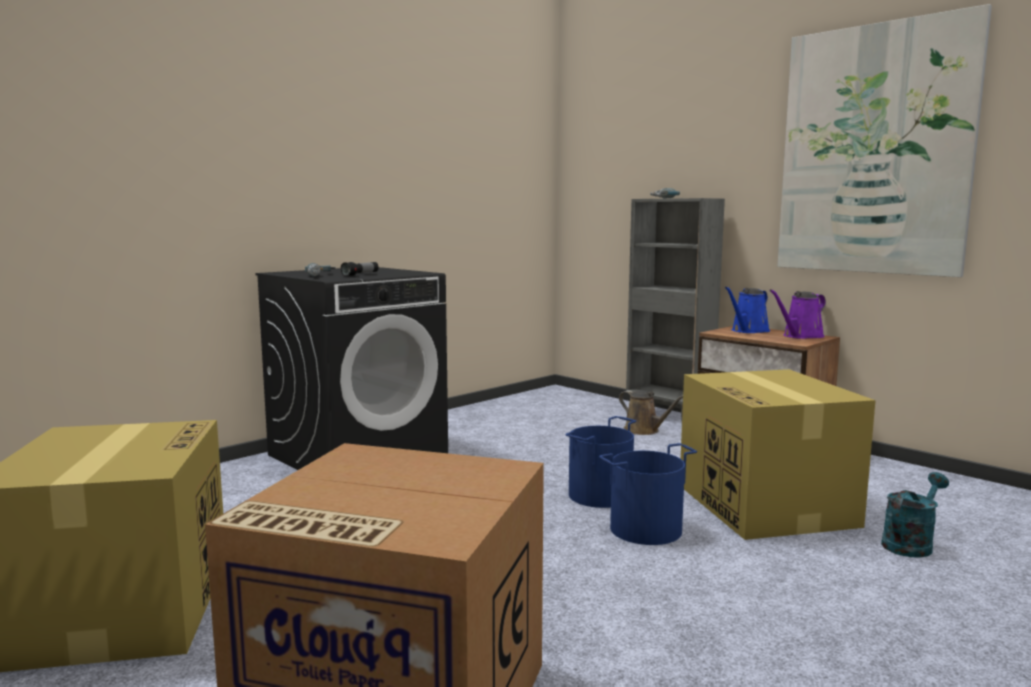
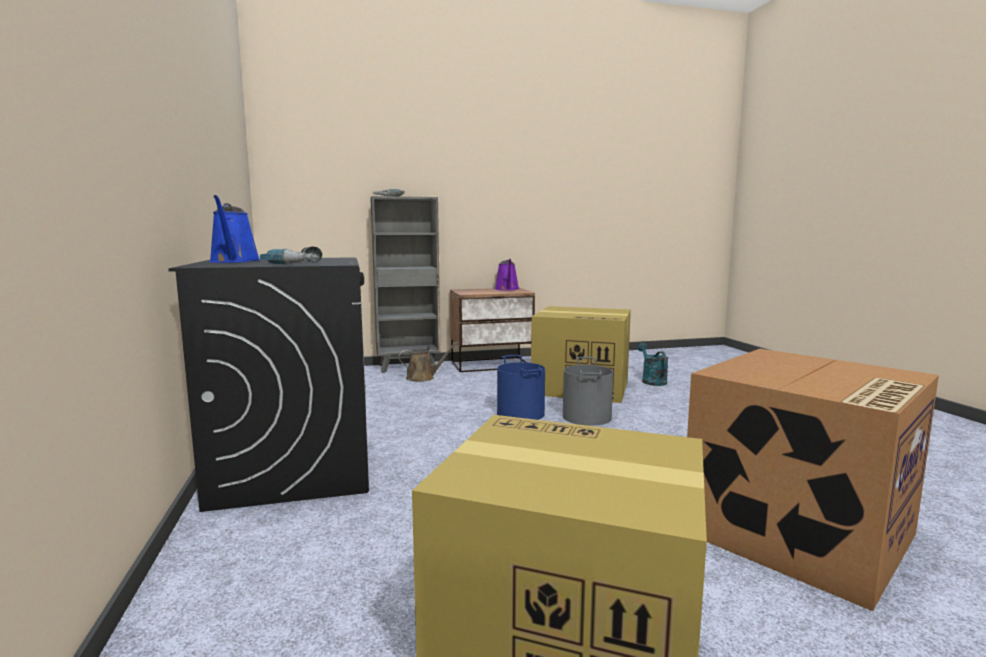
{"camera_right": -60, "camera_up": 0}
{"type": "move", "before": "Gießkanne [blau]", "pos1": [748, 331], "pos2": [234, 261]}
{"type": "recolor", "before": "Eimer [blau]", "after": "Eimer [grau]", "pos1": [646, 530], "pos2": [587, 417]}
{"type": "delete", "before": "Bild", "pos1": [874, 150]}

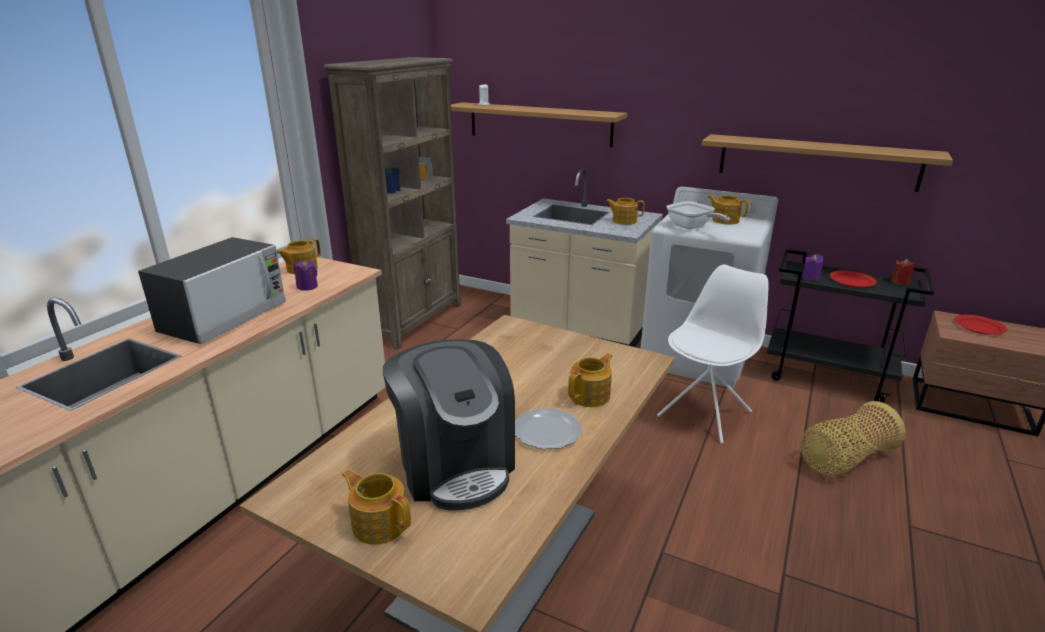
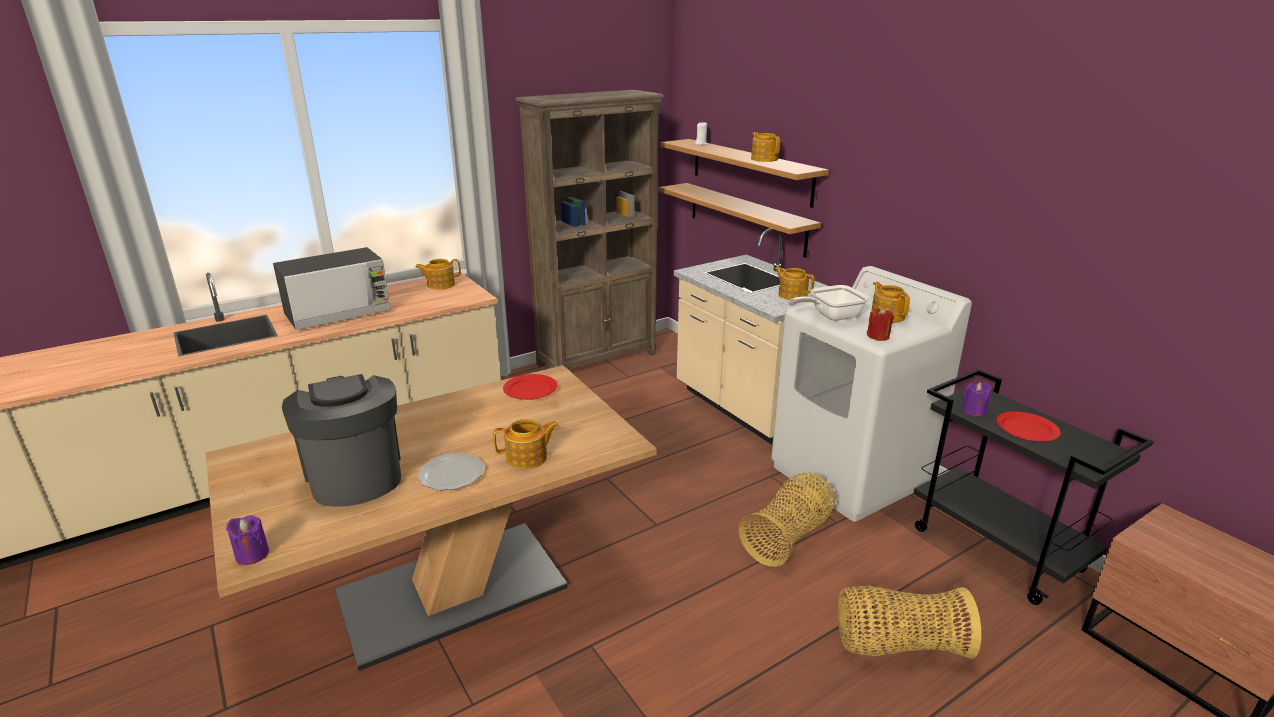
{"camera_right": 30, "camera_up": 0}
{"type": "move", "before": "Kerze [lila]", "pos1": [307, 287], "pos2": [252, 554]}
{"type": "rotate", "before": "Kaffeemaschine", "pos1": [455, 464], "pos2": [355, 475], "turn": 150}
{"type": "move", "before": "Teller [rot]", "pos1": [978, 326], "pos2": [530, 389]}
{"type": "move", "before": "Wandregal", "pos1": [816, 162], "pos2": [746, 218]}
{"type": "replace", "before": "Stuhl [weiß]", "after": "Korb", "pos1": [705, 413], "pos2": [788, 537]}
{"type": "move", "before": "Teekanne", "pos1": [379, 523], "pos2": [764, 159]}
{"type": "rotate", "before": "Pfanne", "pos1": [691, 227], "pos2": [830, 316], "turn": 75}
{"type": "move", "before": "Kerze [rot]", "pos1": [900, 282], "pos2": [878, 336]}

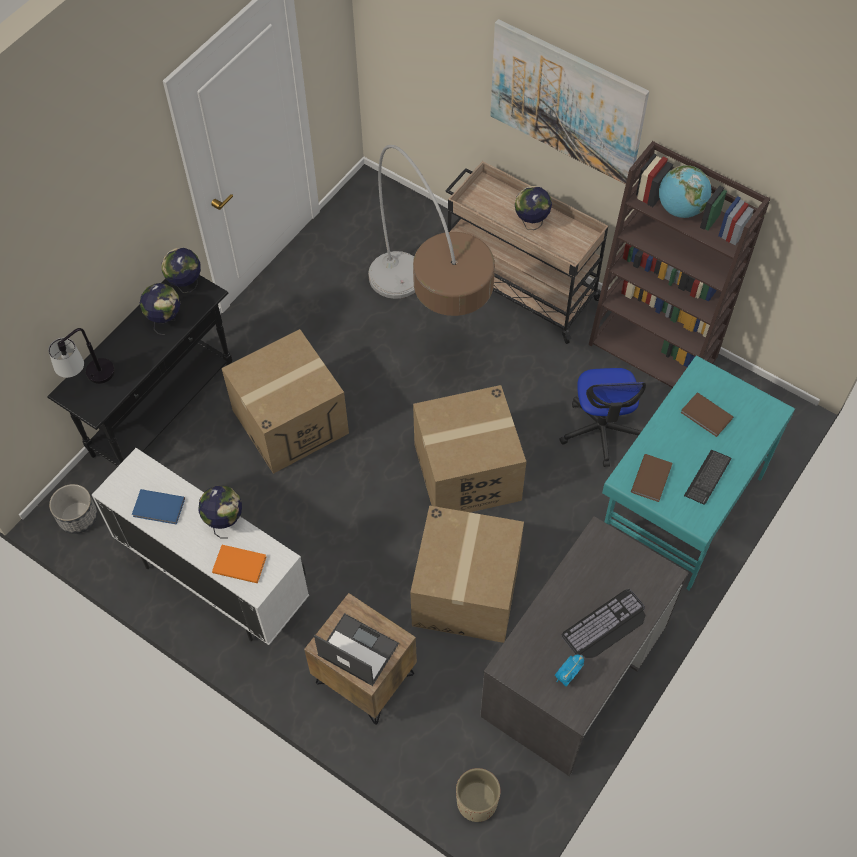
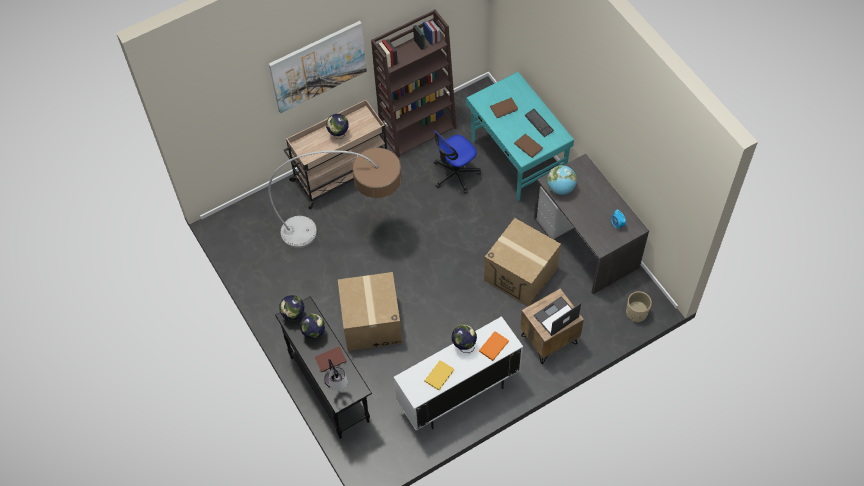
{"camera_right": -65, "camera_up": 0}
{"type": "insert", "after": "Buch [braun]", "pos2": [330, 359]}
{"type": "recolor", "before": "Buch [blau]", "after": "Buch [gelb]", "pos1": [159, 508], "pos2": [440, 376]}
{"type": "rotate", "before": "Bürostuhl", "pos1": [601, 431], "pos2": [455, 174], "turn": 120}
{"type": "move", "before": "Globus", "pos1": [680, 209], "pos2": [561, 188]}
{"type": "delete", "before": "Pflanzkübel", "pos1": [78, 517]}
{"type": "delete", "before": "Karton", "pos1": [467, 472]}
{"type": "delete", "before": "Tastatur", "pos1": [606, 626]}

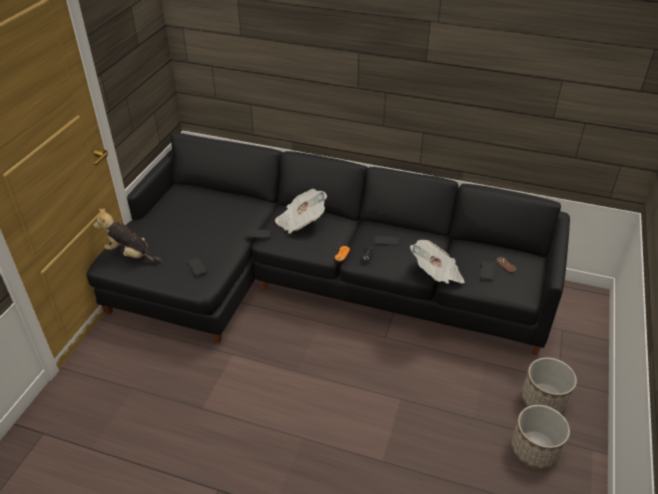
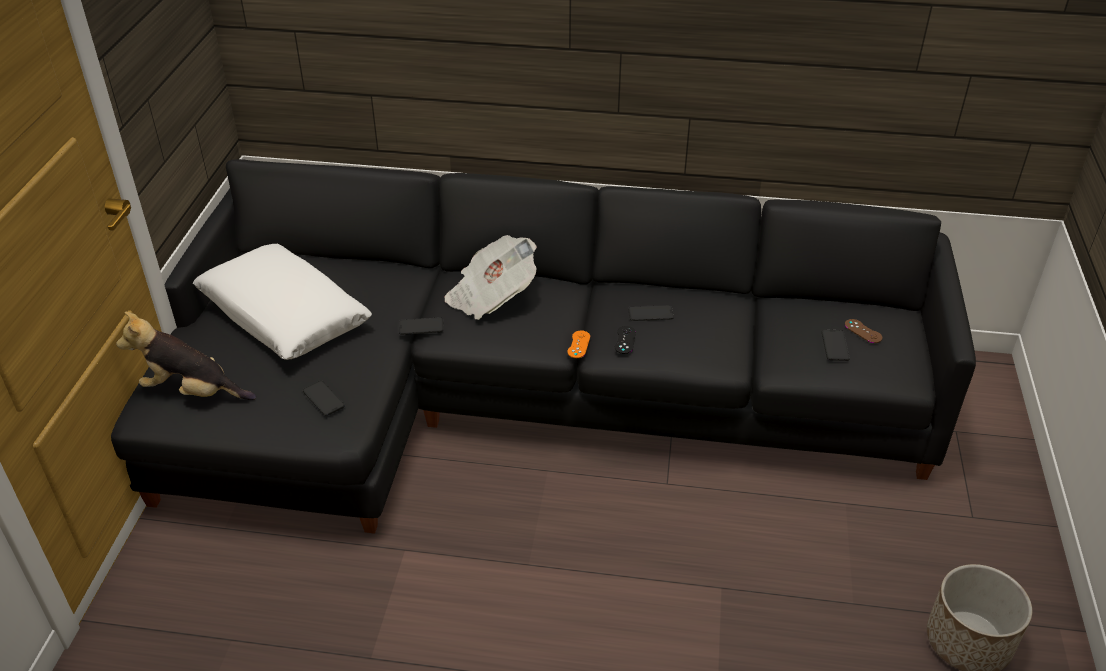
{"camera_right": -10, "camera_up": 0}
{"type": "insert", "after": "Kissen [weiß]", "pos2": [283, 315]}
{"type": "delete", "before": "Zeitung", "pos1": [436, 274]}
{"type": "delete", "before": "Pflanzkübel", "pos1": [544, 400]}

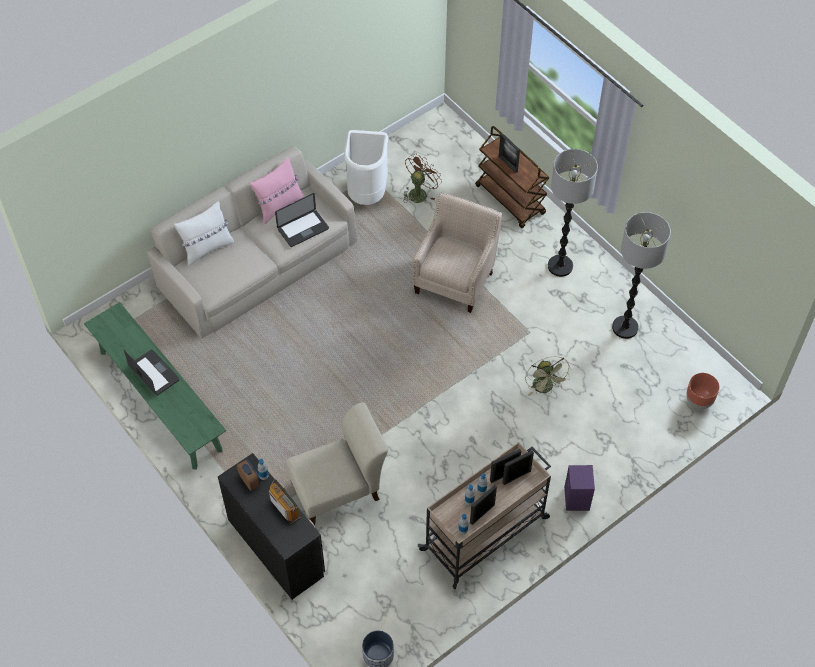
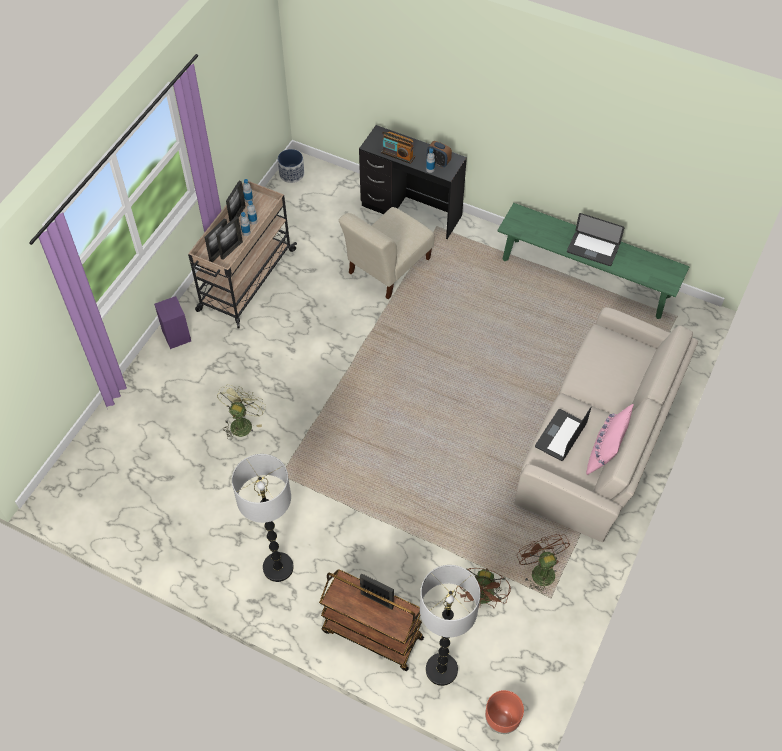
{"camera_right": 155, "camera_up": 0}
{"type": "rotate", "before": "Ventilator [grün]", "pos1": [545, 388], "pos2": [242, 423], "turn": 60}
{"type": "move", "before": "Stehlampe", "pos1": [625, 328], "pos2": [441, 669]}
{"type": "move", "before": "Pflanzkübel [braun]", "pos1": [699, 400], "pos2": [502, 720]}
{"type": "replace", "before": "Mülleimer [weiß]", "after": "Ventilator [braun]", "pos1": [367, 193], "pos2": [539, 570]}
{"type": "delete", "before": "Kissen [weiß]", "pos1": [207, 248]}
{"type": "delete", "before": "Sessel [beige]", "pos1": [456, 278]}

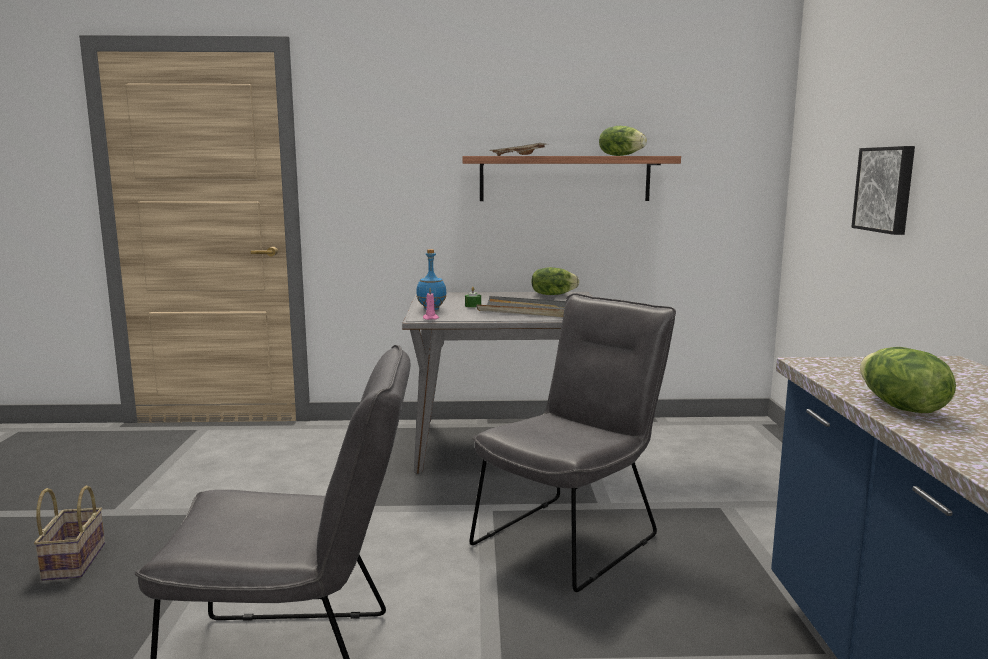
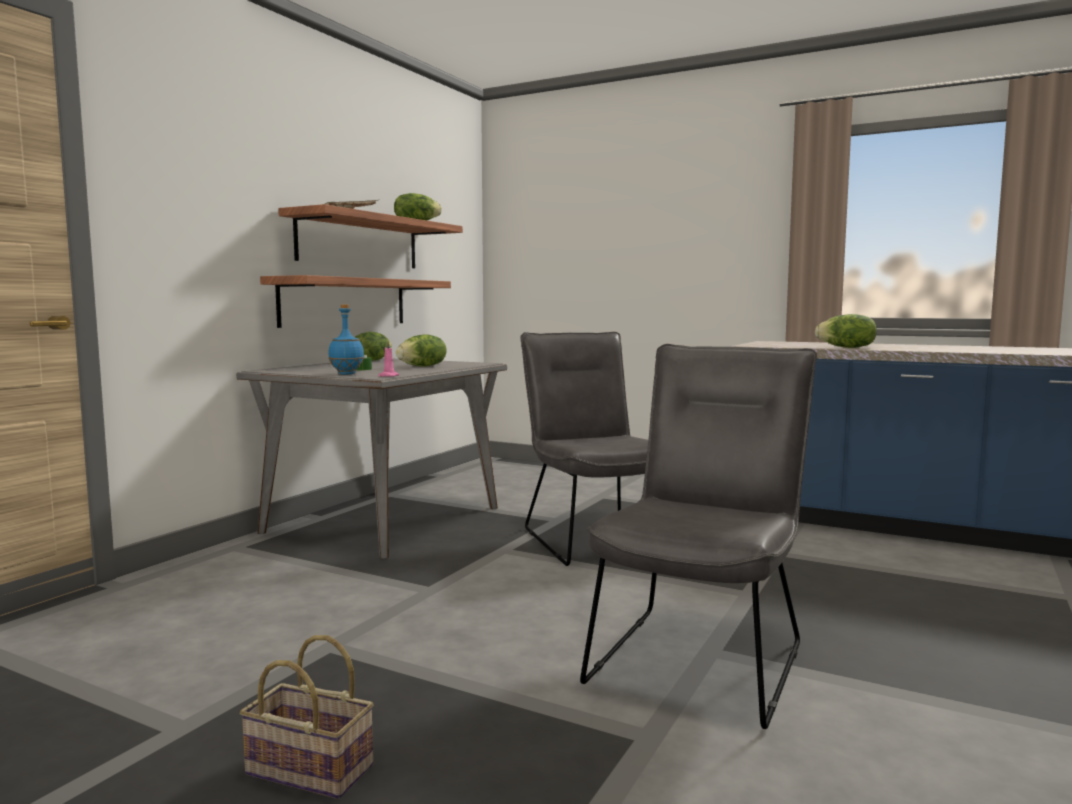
{"camera_right": -60, "camera_up": -5}
{"type": "insert", "after": "Wandregal", "pos2": [345, 302]}
{"type": "replace", "before": "Tablett [grau]", "after": "Salatkopf", "pos1": [527, 311], "pos2": [422, 366]}
{"type": "delete", "before": "Bild", "pos1": [886, 189]}

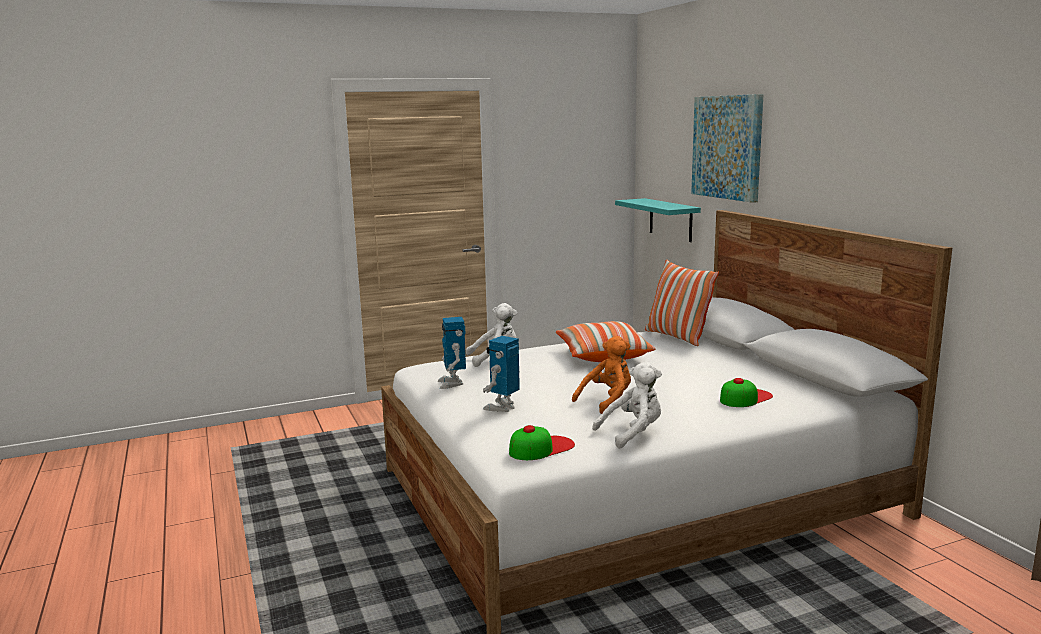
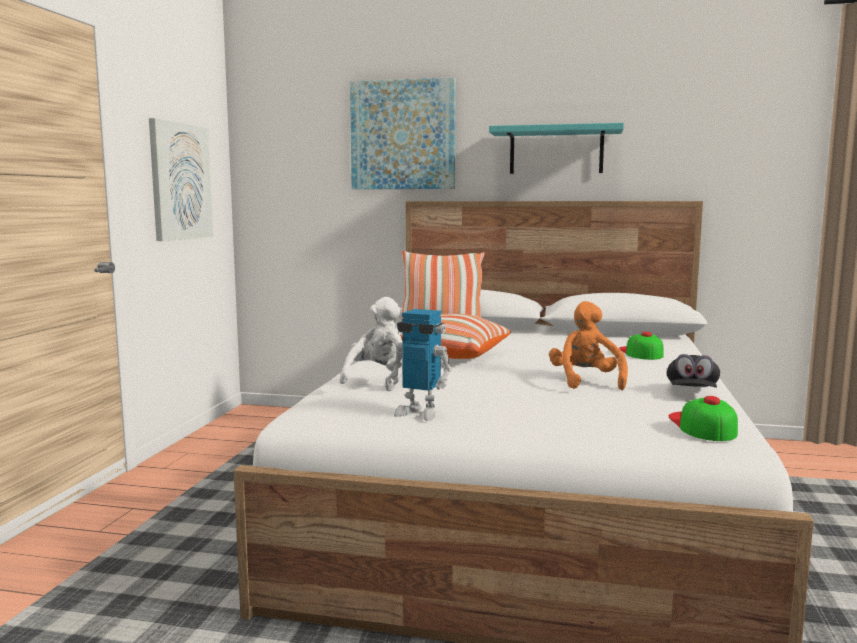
{"camera_right": -55, "camera_up": -5}
{"type": "insert", "after": "Bild", "pos2": [180, 181]}
{"type": "move", "before": "Wandregal [türkis]", "pos1": [670, 220], "pos2": [556, 151]}
{"type": "replace", "before": "Plüschtier [weiß]", "after": "Kappe [schwarz]", "pos1": [633, 433], "pos2": [692, 393]}
{"type": "delete", "before": "Spielzeugroboter", "pos1": [502, 408]}

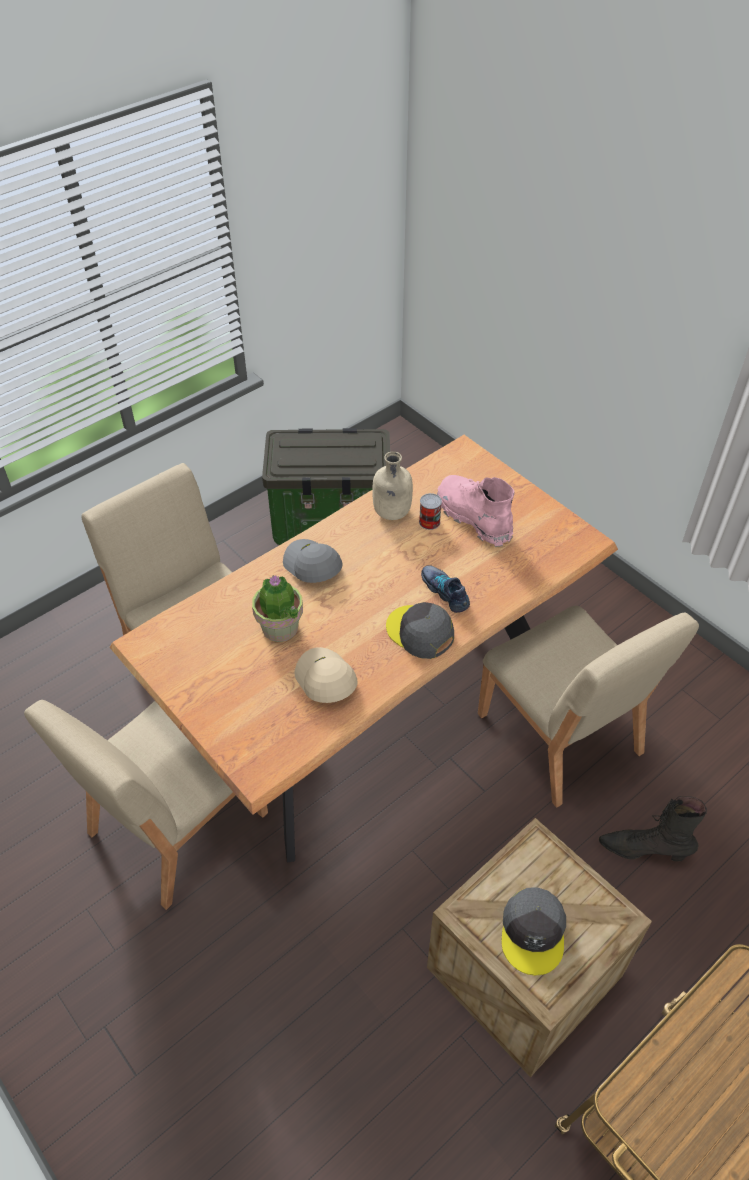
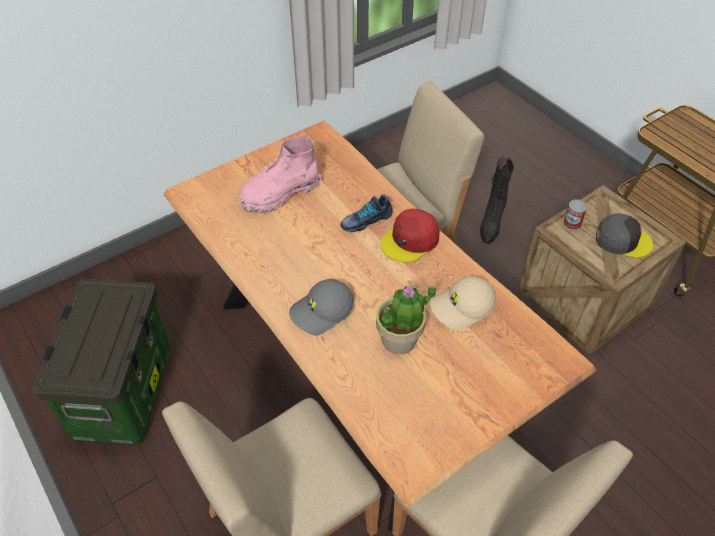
{"camera_right": -85, "camera_up": 0}
{"type": "recolor", "before": "Kappe [grau]", "after": "Kappe [rot]", "pos1": [420, 632], "pos2": [410, 240]}
{"type": "move", "before": "Dose", "pos1": [429, 522], "pos2": [572, 223]}
{"type": "delete", "before": "Flasche [beige]", "pos1": [391, 513]}

